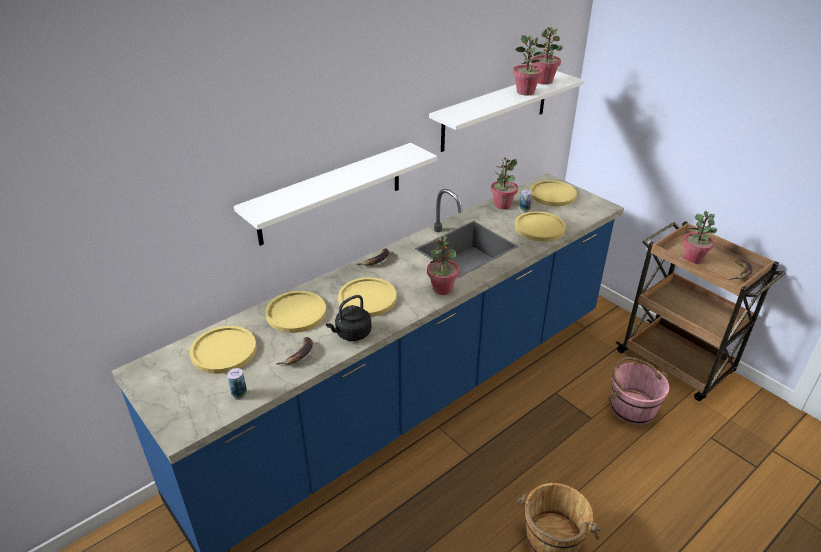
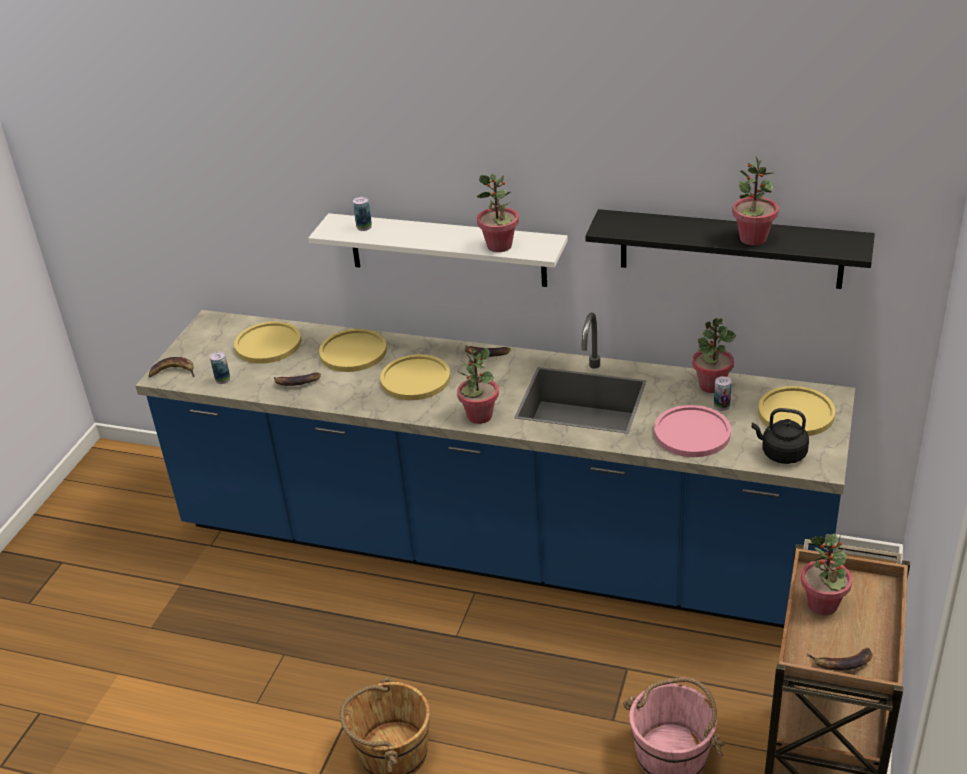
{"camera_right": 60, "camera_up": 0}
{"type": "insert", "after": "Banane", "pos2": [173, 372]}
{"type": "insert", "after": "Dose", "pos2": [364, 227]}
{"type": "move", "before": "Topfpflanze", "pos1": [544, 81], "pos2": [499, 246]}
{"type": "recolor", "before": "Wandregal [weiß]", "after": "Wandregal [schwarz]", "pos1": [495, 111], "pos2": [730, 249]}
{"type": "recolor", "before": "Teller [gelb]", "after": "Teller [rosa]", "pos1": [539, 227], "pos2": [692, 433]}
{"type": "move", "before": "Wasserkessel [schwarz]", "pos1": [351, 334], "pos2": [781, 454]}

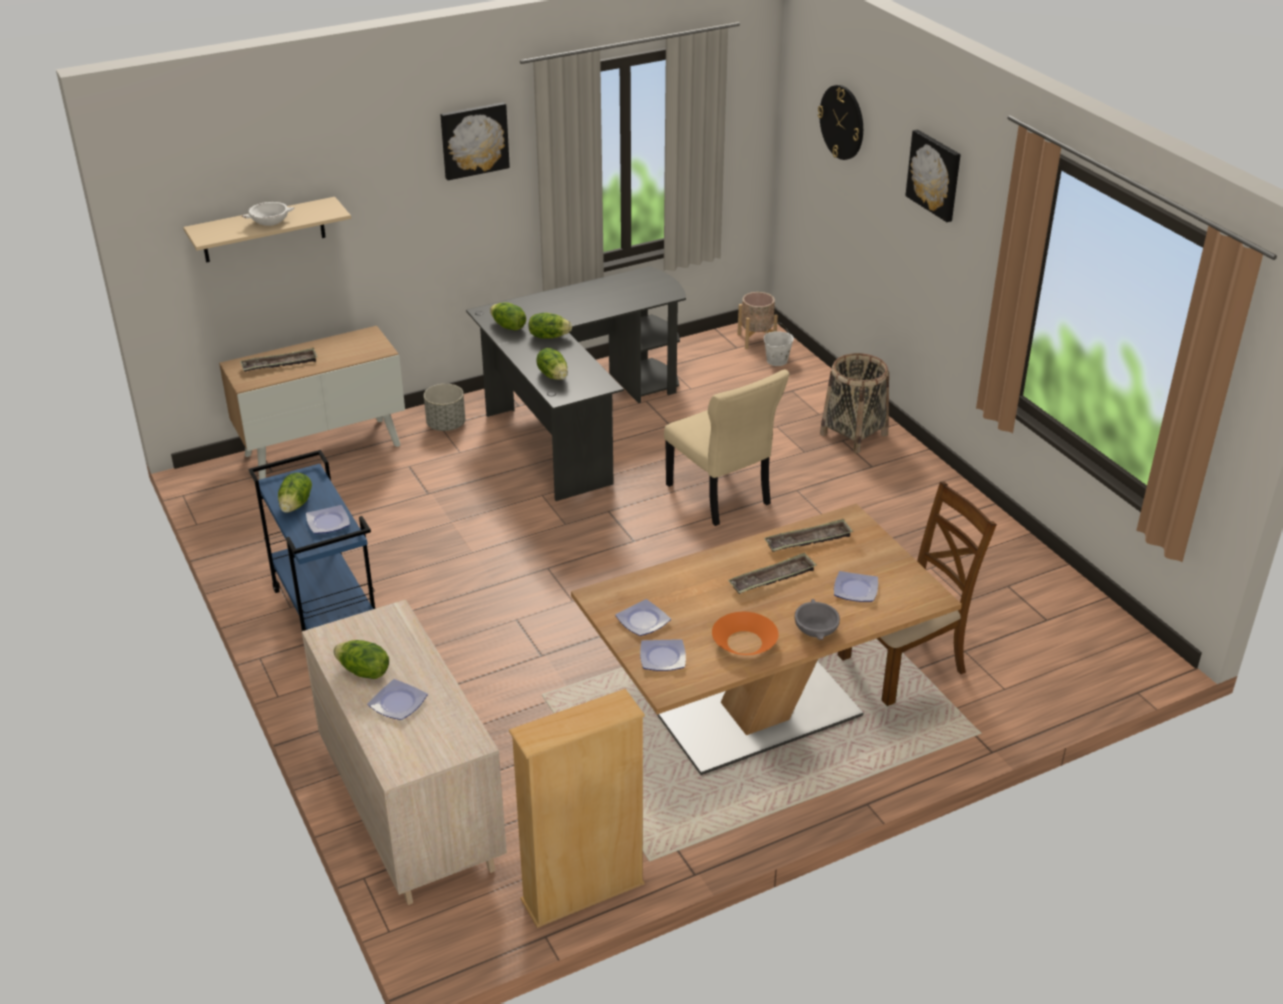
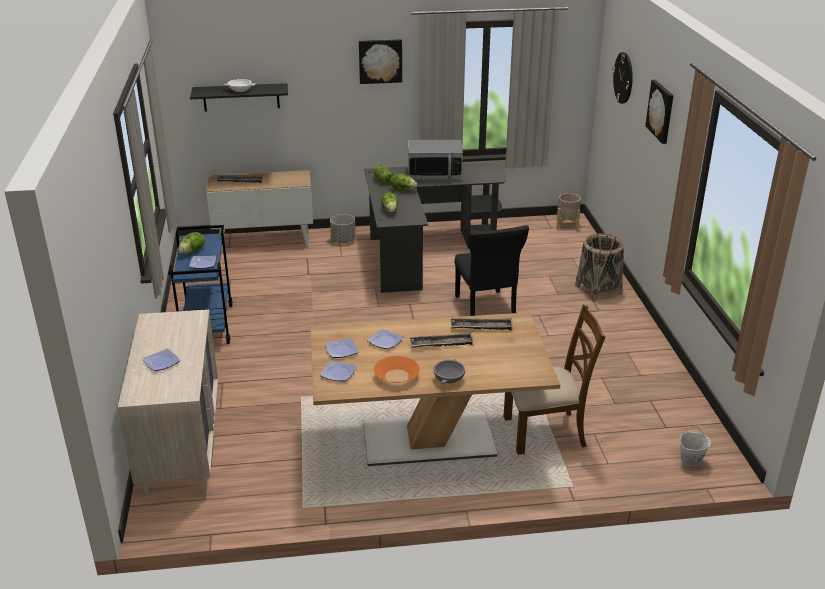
{"camera_right": 20, "camera_up": -5}
{"type": "recolor", "before": "Wandregal [beige]", "after": "Wandregal [schwarz]", "pos1": [263, 230], "pos2": [241, 97]}
{"type": "move", "before": "Teller", "pos1": [854, 590], "pos2": [384, 341]}
{"type": "insert", "after": "Mikrowelle", "pos2": [434, 174]}
{"type": "recolor", "before": "Stuhl [beige]", "after": "Stuhl [schwarz]", "pos1": [720, 497], "pos2": [485, 309]}
{"type": "move", "before": "Eimer [weiß]", "pos1": [777, 361], "pos2": [690, 460]}
{"type": "delete", "before": "Salatkopf", "pos1": [363, 672]}
{"type": "delete", "before": "Bücherregal [beige]", "pos1": [583, 892]}

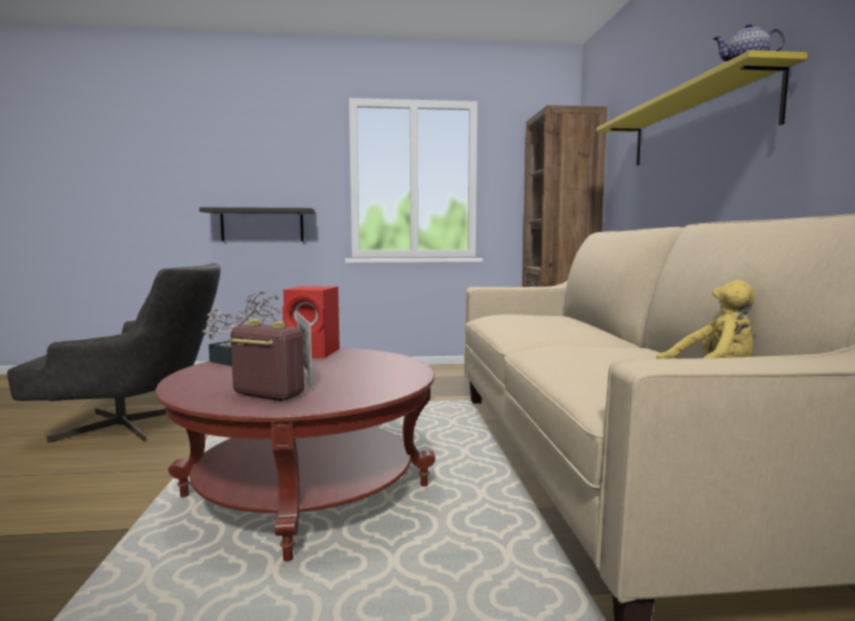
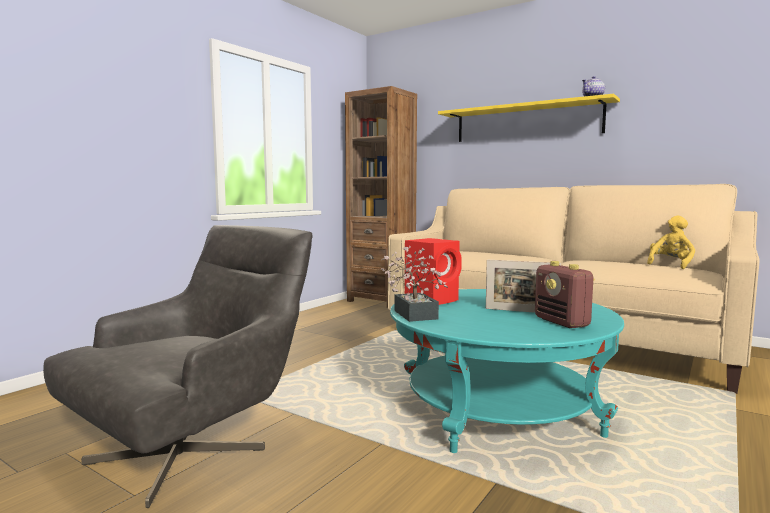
{"camera_right": -50, "camera_up": 0}
{"type": "recolor", "before": "Couchtisch [rot]", "after": "Couchtisch [türkis]", "pos1": [306, 492], "pos2": [498, 410]}
{"type": "rotate", "before": "Radio", "pos1": [267, 395], "pos2": [562, 322], "turn": -90}
{"type": "delete", "before": "Wandregal", "pos1": [262, 225]}

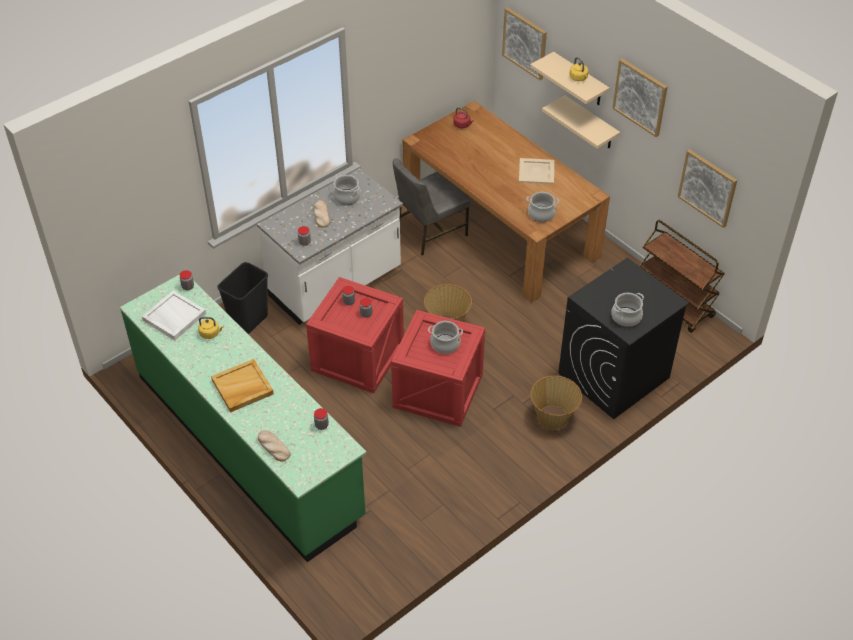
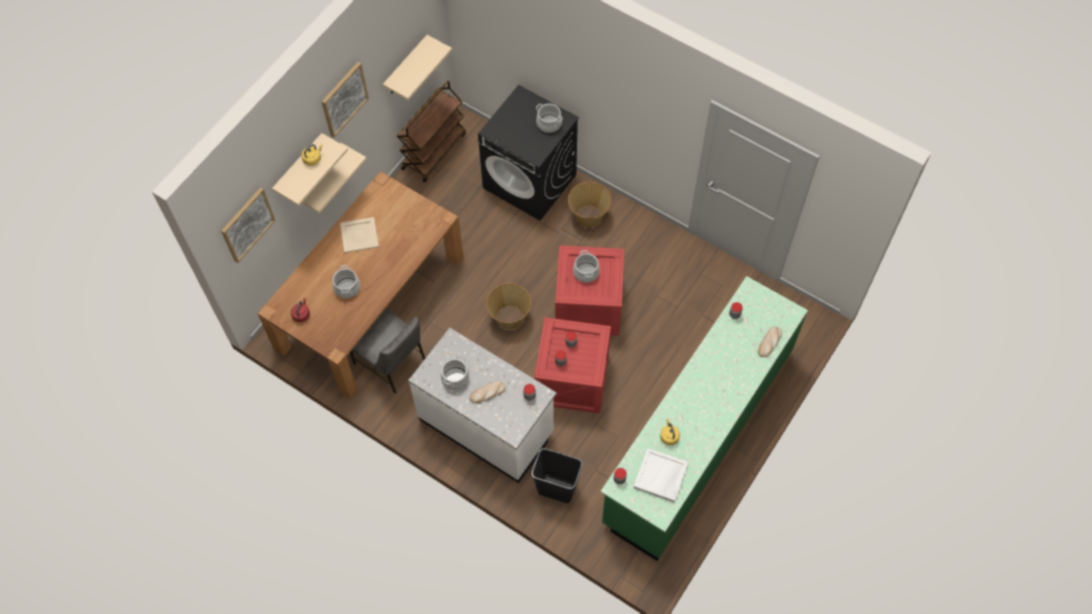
{"camera_right": -105, "camera_up": 15}
{"type": "move", "before": "Kochtopf", "pos1": [541, 214], "pos2": [347, 287]}
{"type": "replace", "before": "Bild", "after": "Wandregal [beige]", "pos1": [707, 187], "pos2": [406, 66]}
{"type": "delete", "before": "Tablett [beige]", "pos1": [242, 387]}

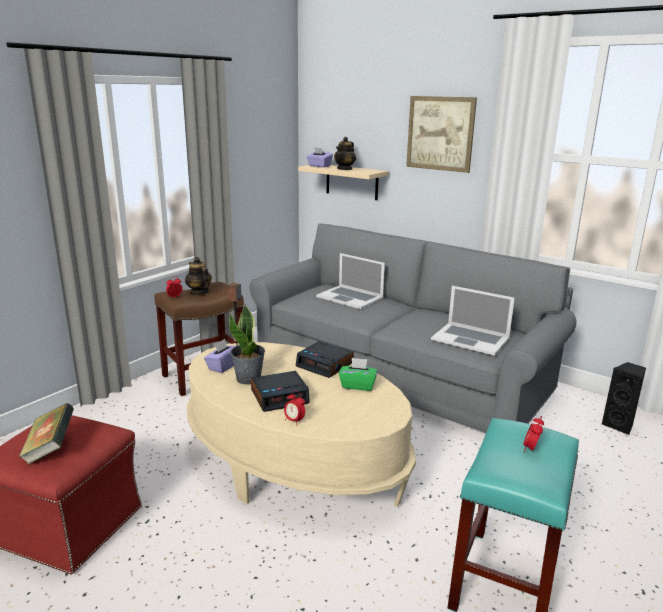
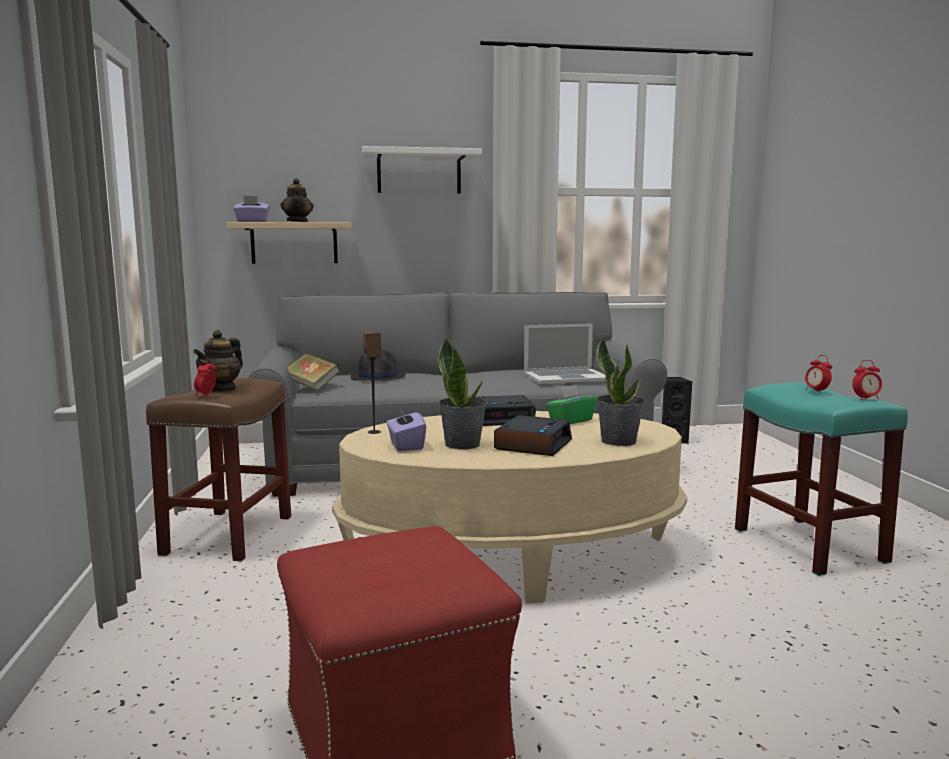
{"camera_right": -45, "camera_up": -10}
{"type": "rotate", "before": "Teekanne", "pos1": [199, 292], "pos2": [221, 389], "turn": -75}
{"type": "move", "before": "Buch", "pos1": [50, 448], "pos2": [312, 386]}
{"type": "replace", "before": "Laptop", "after": "Hut [schwarz]", "pos1": [350, 297], "pos2": [378, 377]}
{"type": "replace", "before": "Bild", "after": "Wandregal [weiß]", "pos1": [440, 133], "pos2": [419, 173]}
{"type": "insert", "after": "Topfpflanze", "pos2": [618, 441]}
{"type": "move", "before": "Wecker", "pos1": [294, 421], "pos2": [866, 399]}

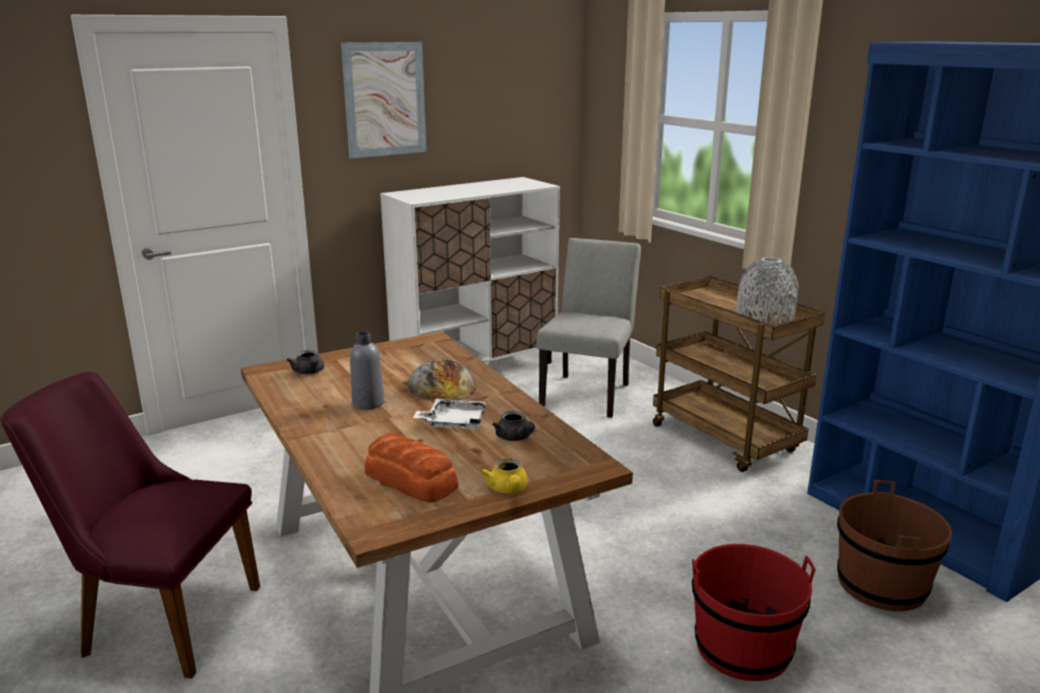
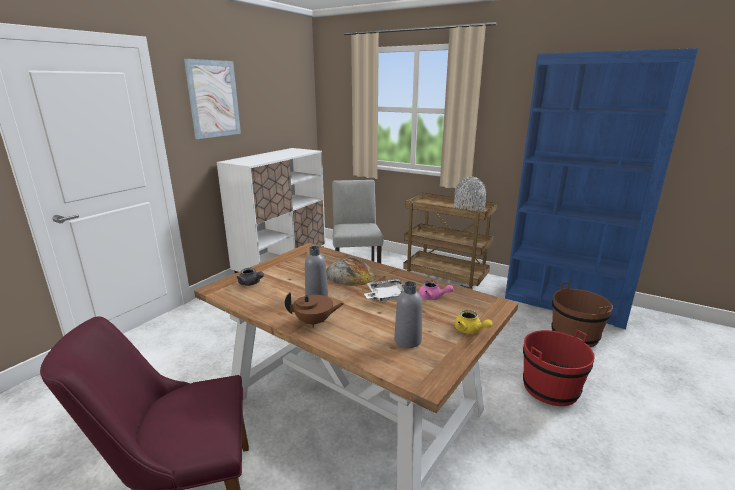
{"camera_right": -25, "camera_up": 0}
{"type": "insert", "after": "Teekanne [braun]", "pos2": [314, 322]}
{"type": "replace", "before": "Brot", "after": "Flasche [grau]", "pos1": [411, 481], "pos2": [407, 340]}
{"type": "recolor", "before": "Teekanne [grau]", "after": "Teekanne [rosa]", "pos1": [515, 438], "pos2": [433, 297]}

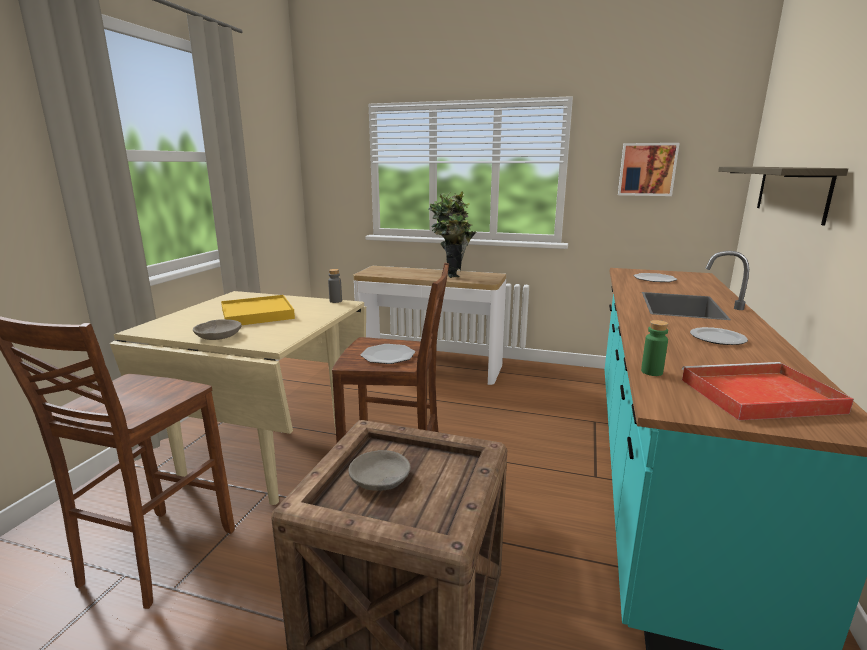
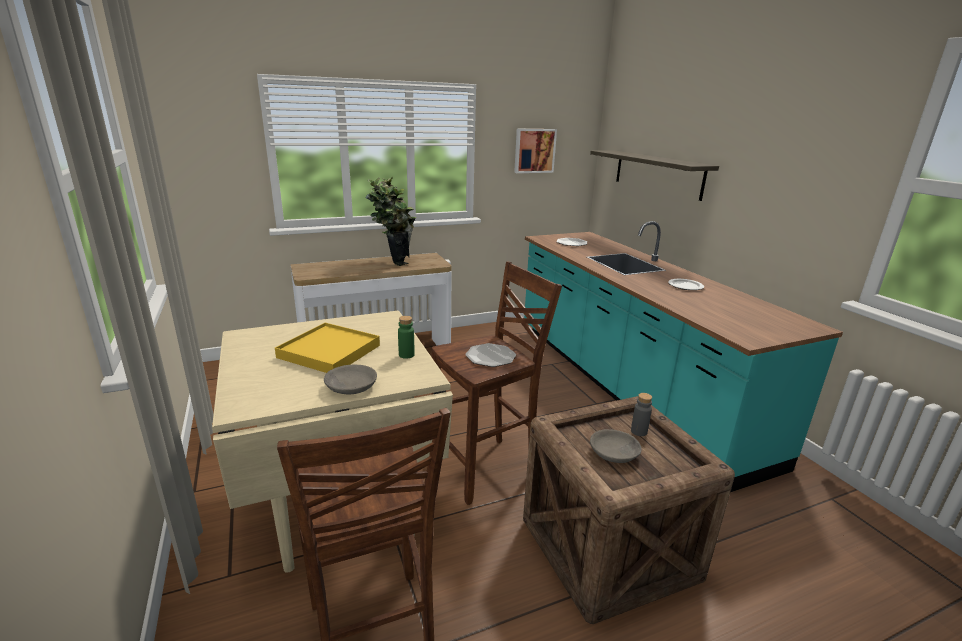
{"camera_right": -40, "camera_up": 5}
{"type": "move", "before": "Flasche [grün]", "pos1": [651, 372], "pos2": [406, 355]}
{"type": "move", "before": "Flasche [grau]", "pos1": [335, 301], "pos2": [639, 431]}
{"type": "delete", "before": "Tablett [rot]", "pos1": [757, 396]}

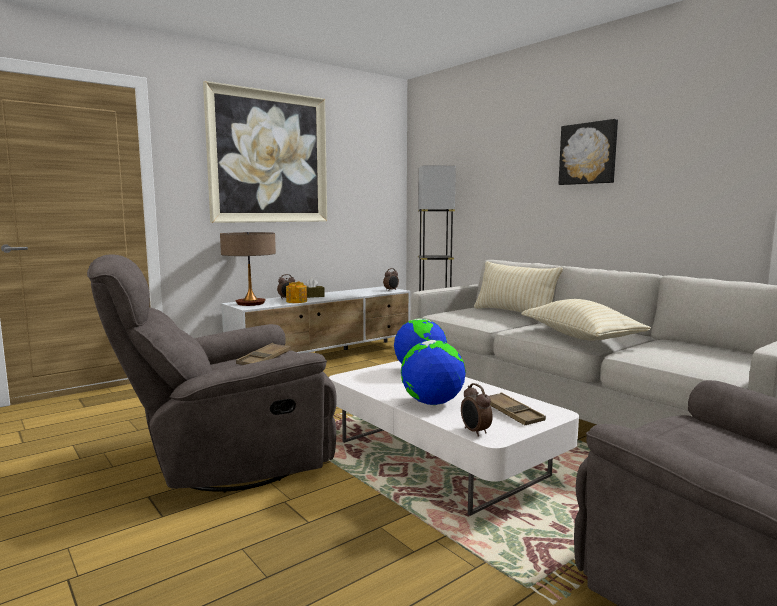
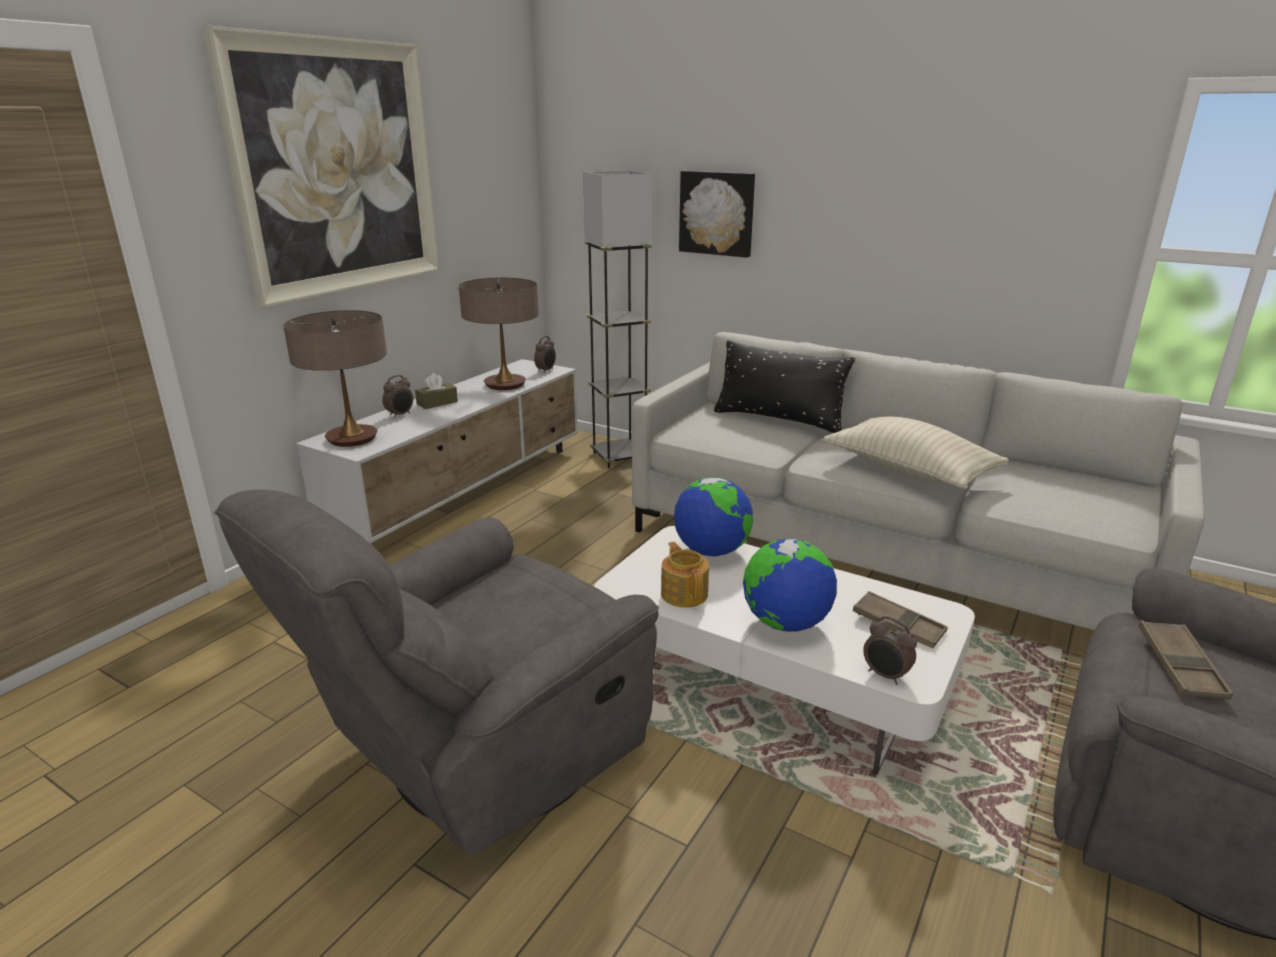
{"camera_right": -20, "camera_up": 15}
{"type": "insert", "after": "Tischlampe", "pos2": [505, 384]}
{"type": "move", "before": "Teekanne", "pos1": [297, 301], "pos2": [684, 593]}
{"type": "move", "before": "Bild", "pos1": [588, 153], "pos2": [717, 213]}
{"type": "recolor", "before": "Kissen [beige]", "after": "Kissen [schwarz]", "pos1": [514, 313], "pos2": [778, 420]}
{"type": "move", "before": "Tablett [braun]", "pos1": [264, 359], "pos2": [1180, 665]}

